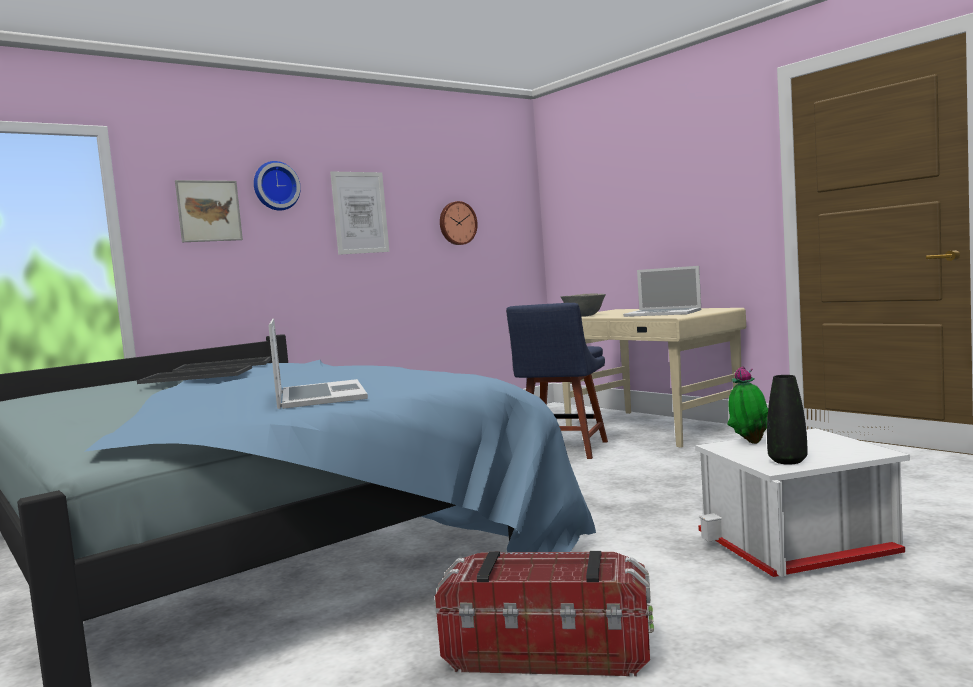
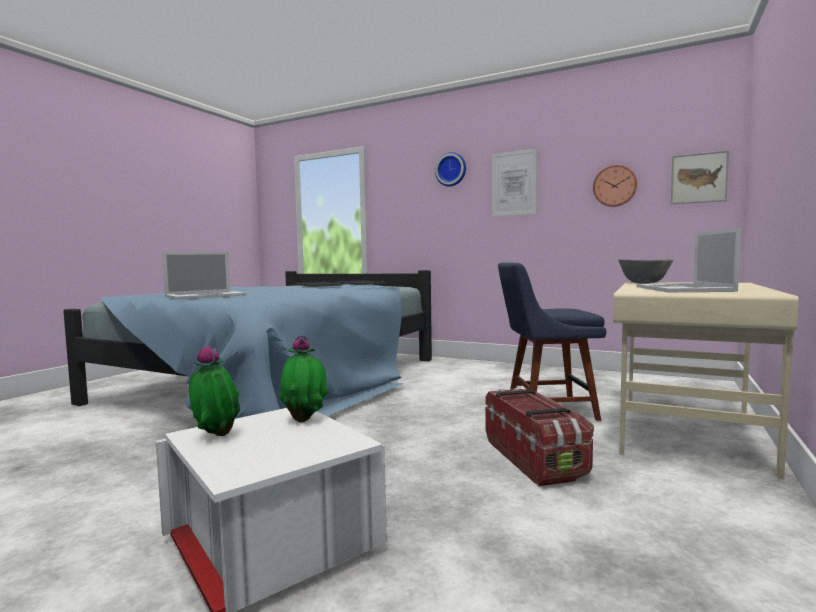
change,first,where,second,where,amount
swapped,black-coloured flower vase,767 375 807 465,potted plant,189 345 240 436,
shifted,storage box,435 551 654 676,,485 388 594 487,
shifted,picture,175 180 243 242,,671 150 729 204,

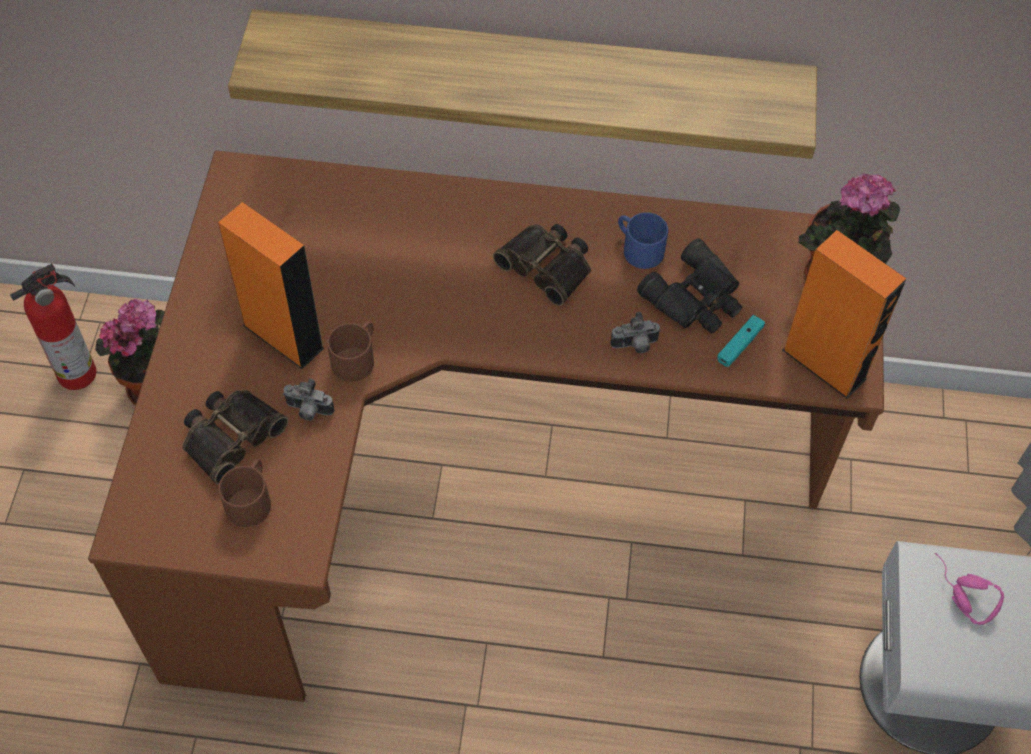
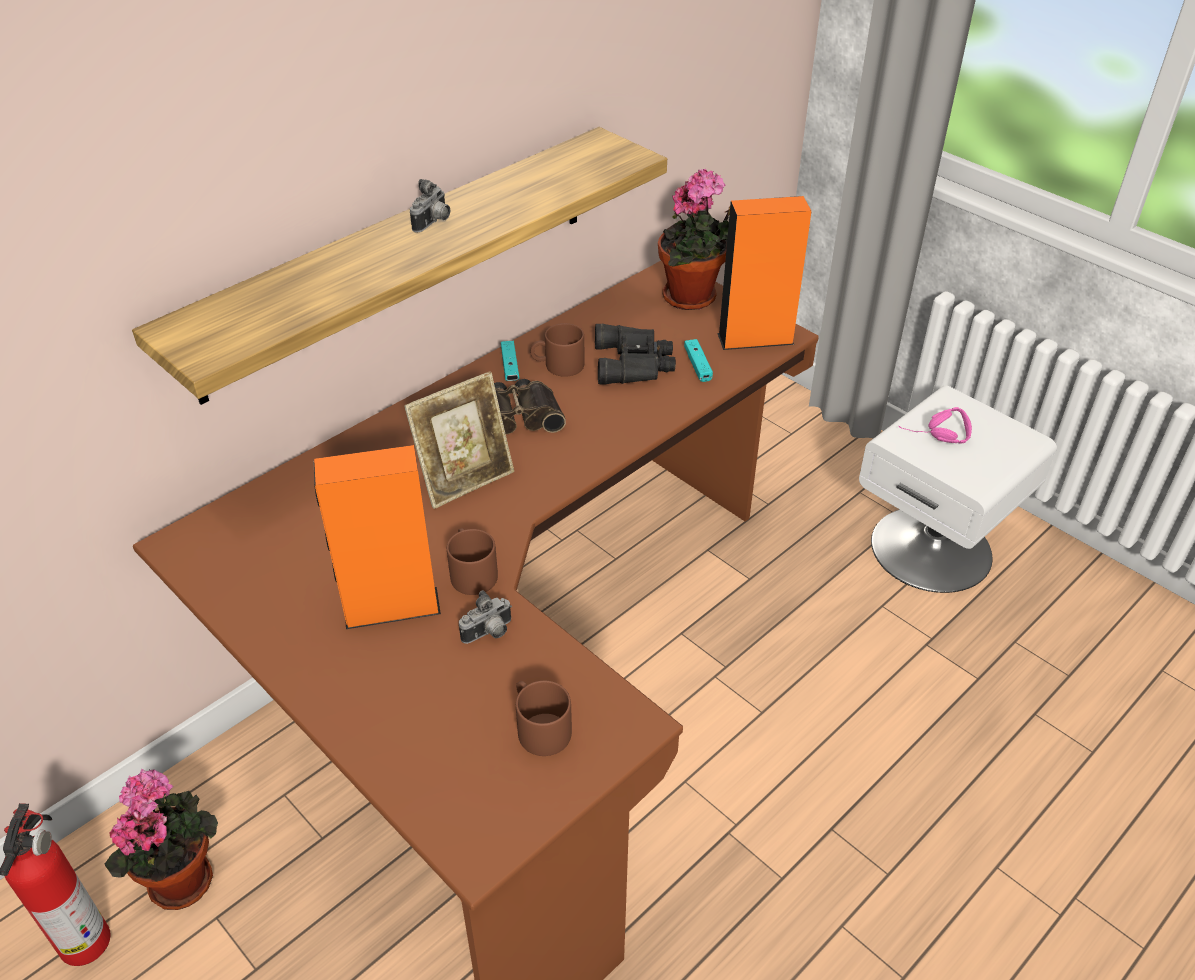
change,first,where,second,where,amount
new,,,standing frame,404 371 514 509,
shifted,still camera,610 312 661 353,,410 179 450 232,
new,,,turquoise joypad,501 341 519 381,
repainted,blue tea mug,618 212 668 269,brown tea mug,530 323 585 377,
gone,pair of binoculars,182 390 288 485,,,

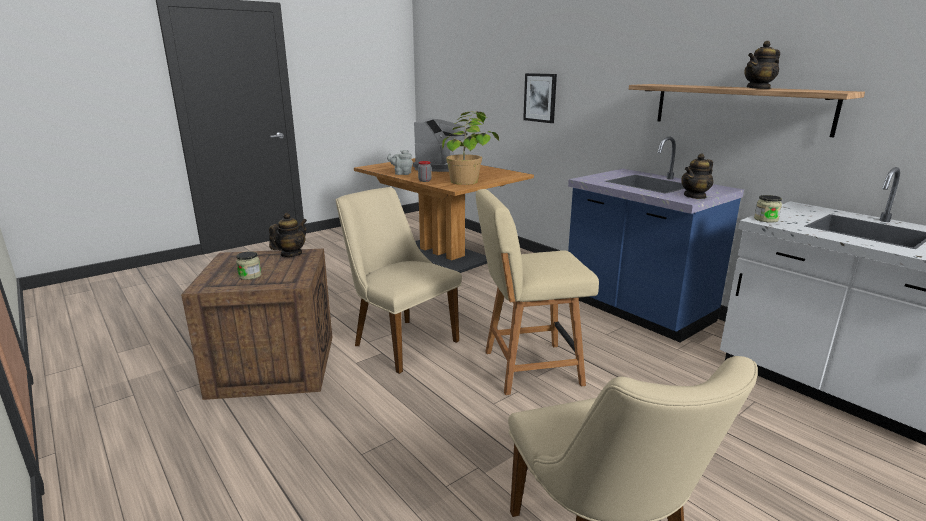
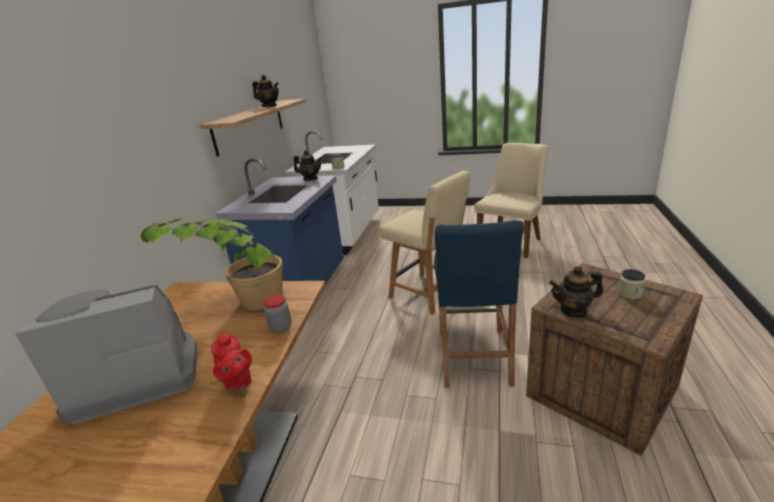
change,first,where,second,where,amount
repainted,grey teapot,387 150 413 175,reddish teapot,211 332 252 391,
swapped,sand-coloured upright chair,336 187 462 374,blue stool,434 220 524 388,
gone,picture,523 73 557 123,,,

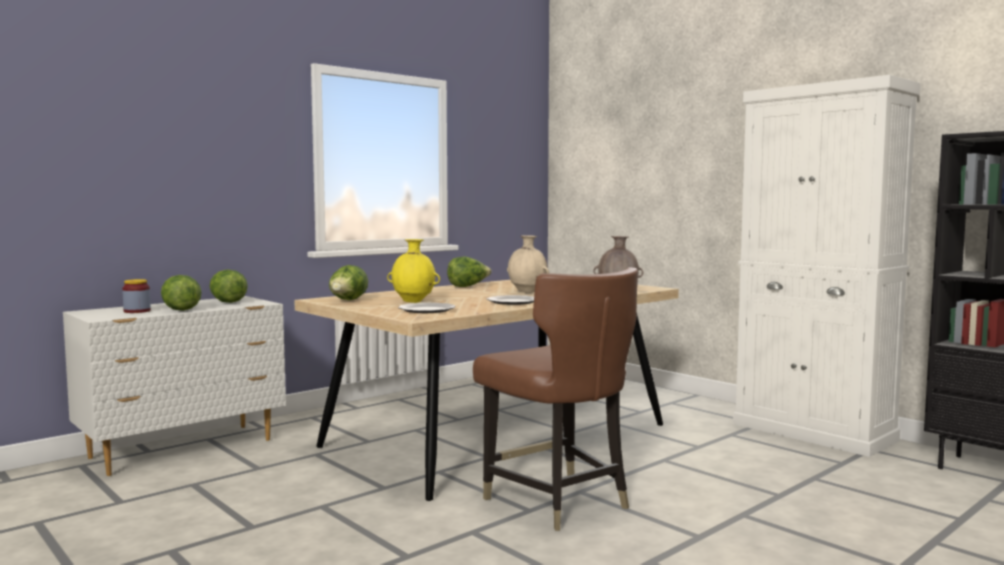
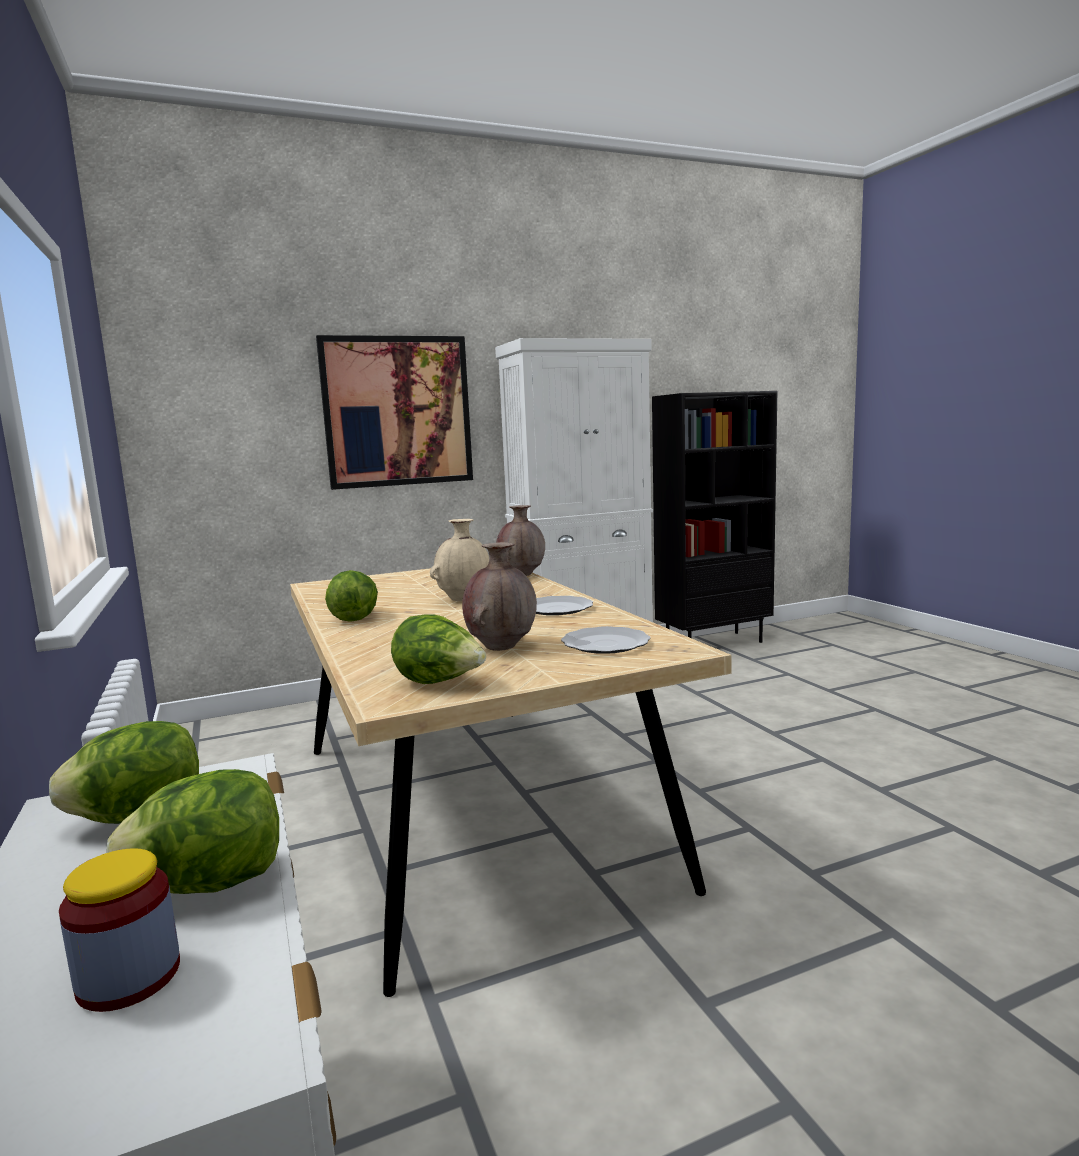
change,first,where,second,where,amount
new,,,picture,316 335 473 490,
repainted,yellow flower vase,387 239 440 303,brown flower vase,462 542 537 651,
gone,brown upright chair,473 267 638 531,,,

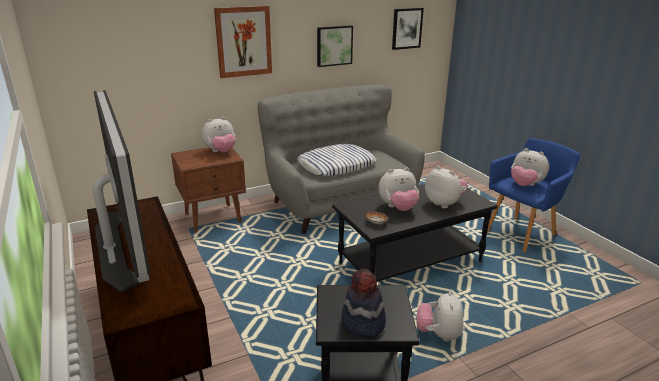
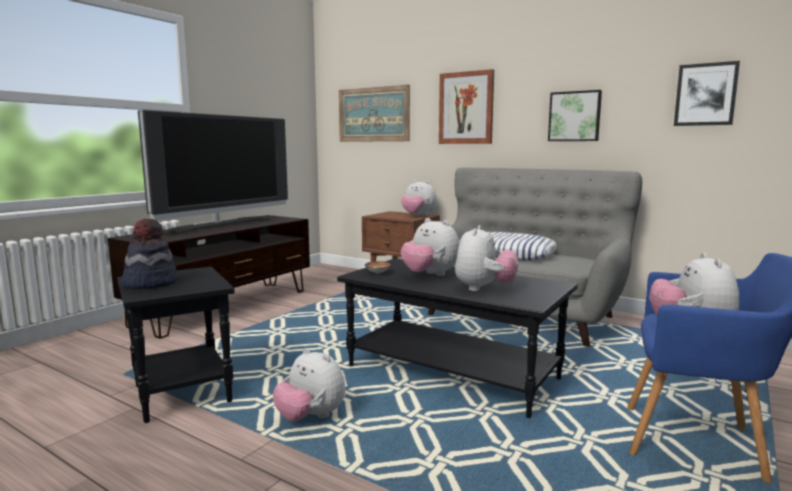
change,first,where,second,where,amount
rotated,cuddly toy,416 291 464 341,,273 348 345 422,120 degrees counterclockwise
new,,,picture,339 85 410 142,

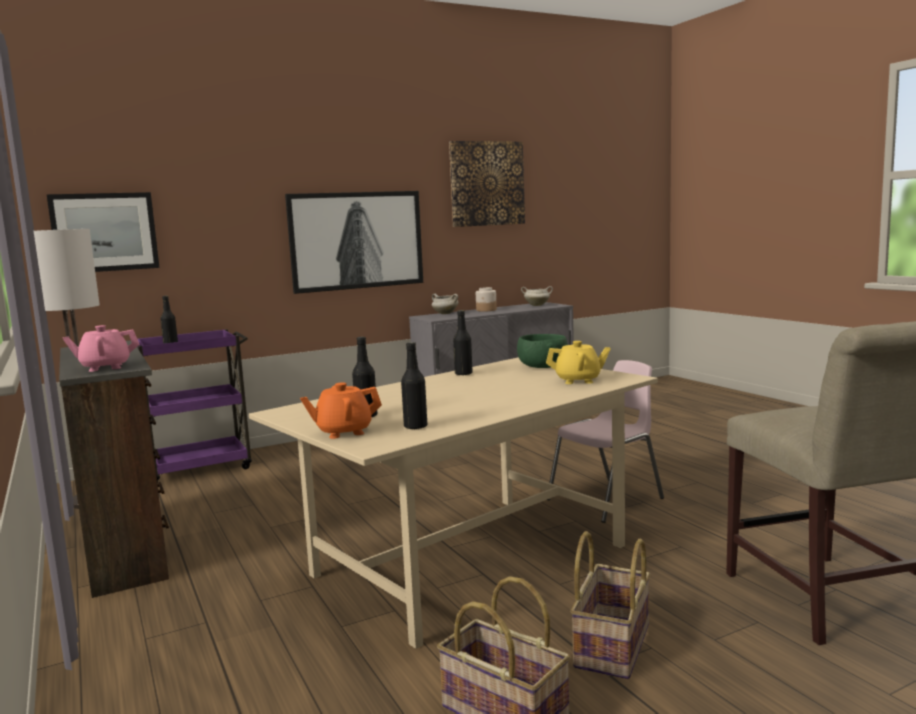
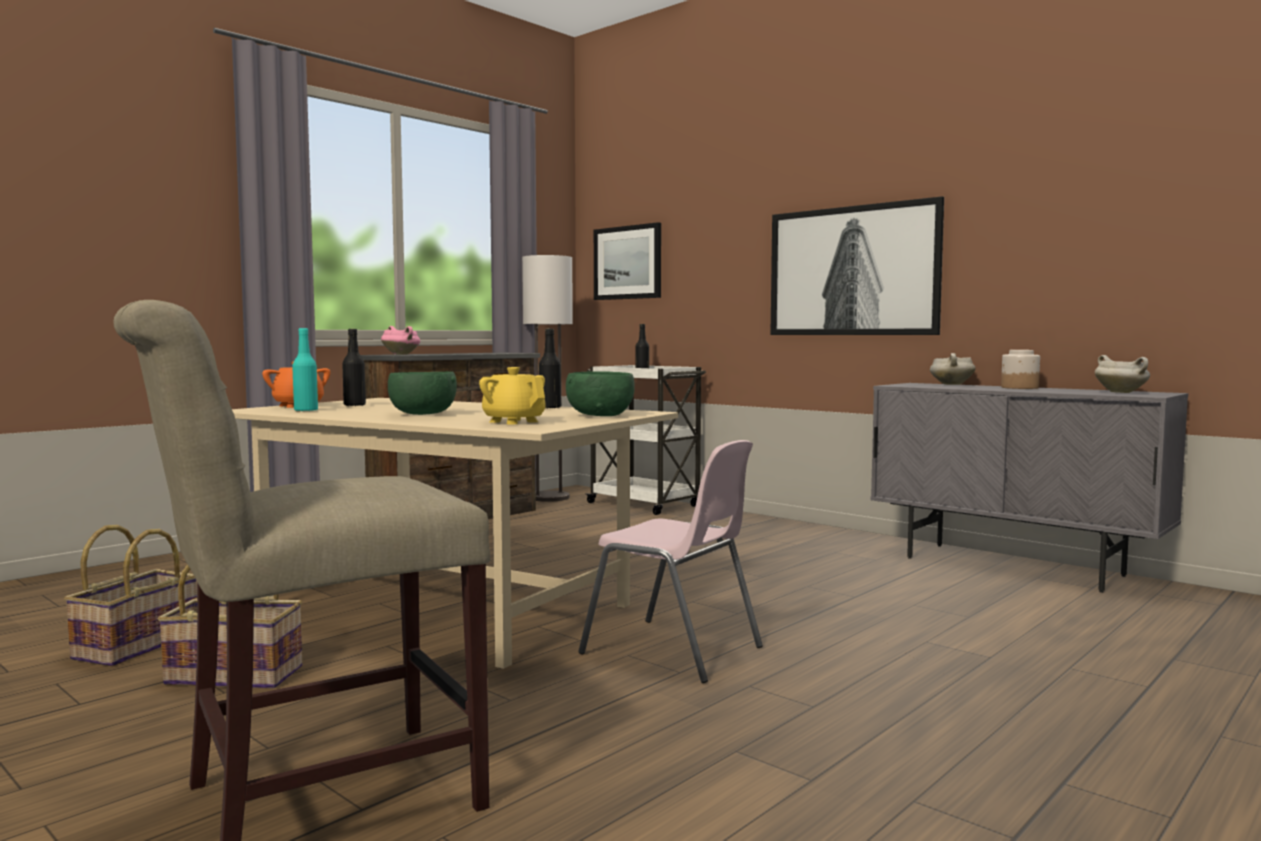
change,first,where,second,where,amount
repainted,black-coloured drink bottle,401 342 427 429,turquoise drink bottle,292 328 318 411,
swapped,pink-coloured teapot,63 325 139 372,pink-coloured cooking pot,381 326 420 355,
new,,,green-coloured bowl,388 372 457 415,
rotated,yellow teapot,546 341 611 384,,479 367 546 424,150 degrees clockwise
repainted,purple wheeled cart,137 329 252 484,whitish wheeled cart,586 365 706 515,
gone,picture,449 141 525 227,,,

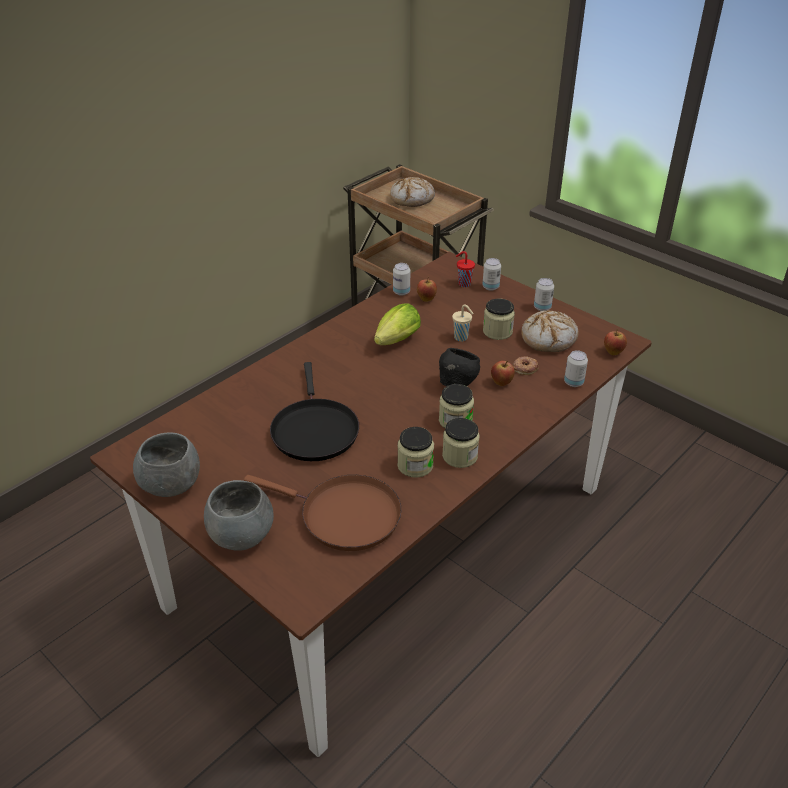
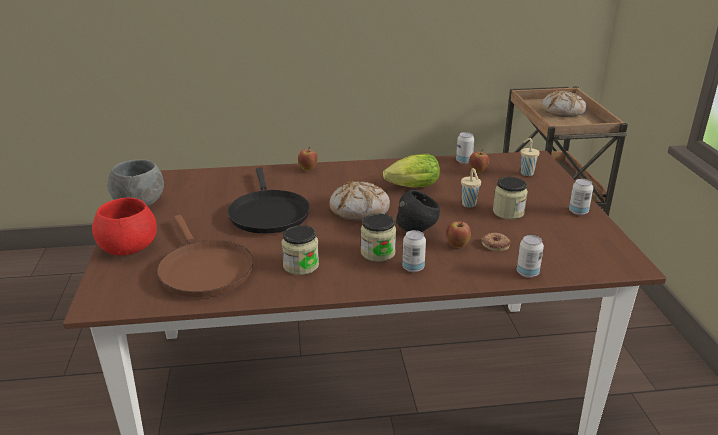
change,first,where,second,where,amount
repainted,grey bowl,204 480 274 551,reddish bowl,92 198 157 255,
rotated,black-coloured frying pan,270 362 359 461,,228 168 310 234,45 degrees counterclockwise
shifted,whole apple,604 329 627 355,,298 147 318 171,
shifted,bakery bread,521 310 578 352,,329 181 390 221,
shifted,sealed can,482 258 501 291,,402 230 426 272,
repainted,reddish small cup,456 251 475 287,sand-coloured small cup,521 138 540 176,
gone,jar,442 418 480 468,,,

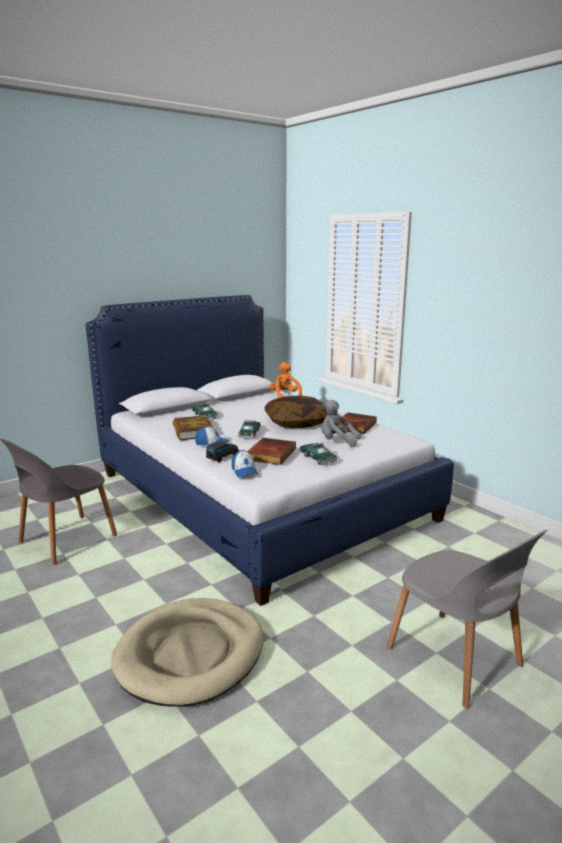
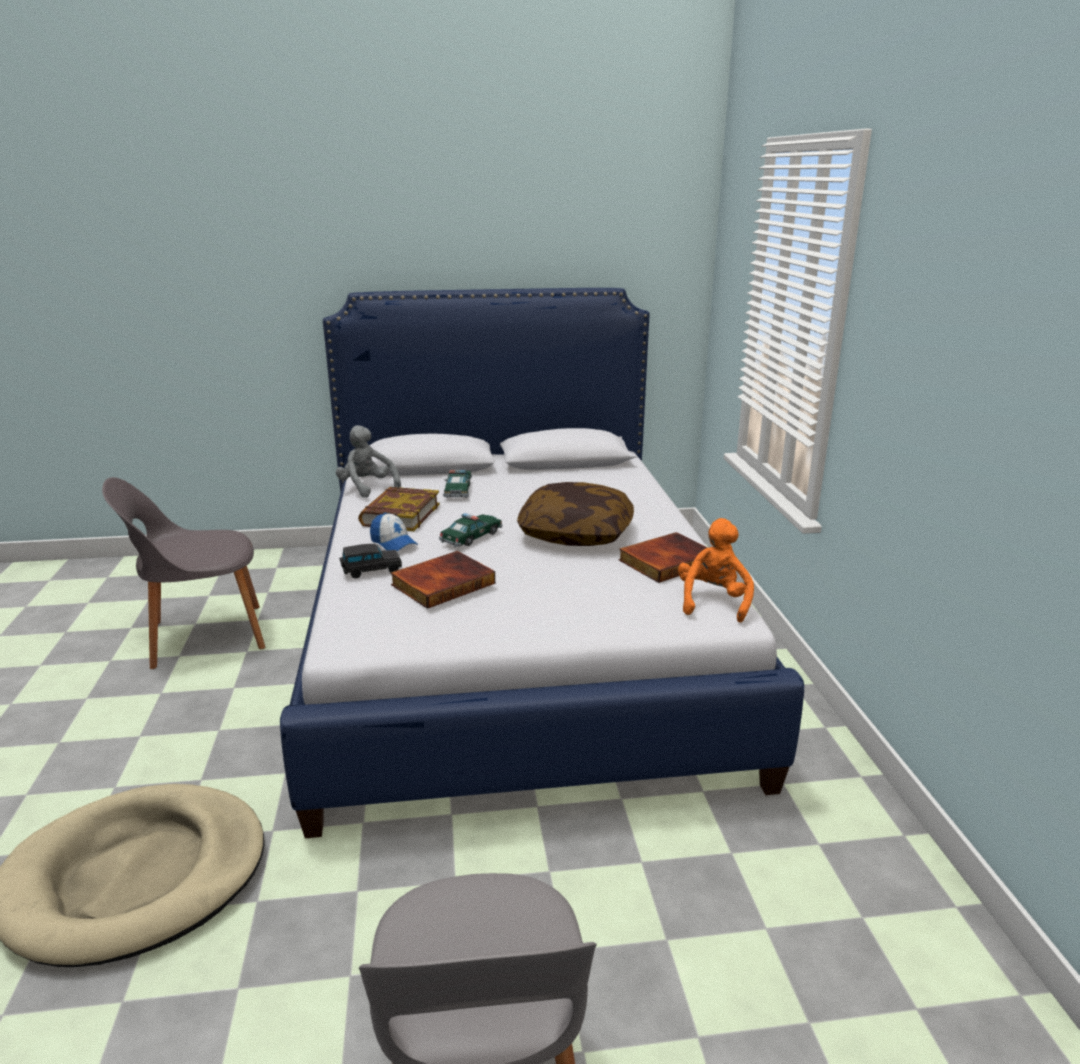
change,first,where,second,where,amount
shifted,grey cuddly toy,321 400 361 447,,336 425 401 498,
shifted,orange-coloured cuddly toy,270 362 302 398,,678 518 754 623,
gone,peaked cap,232 450 258 478,,,
gone,model car,299 443 337 465,,,

